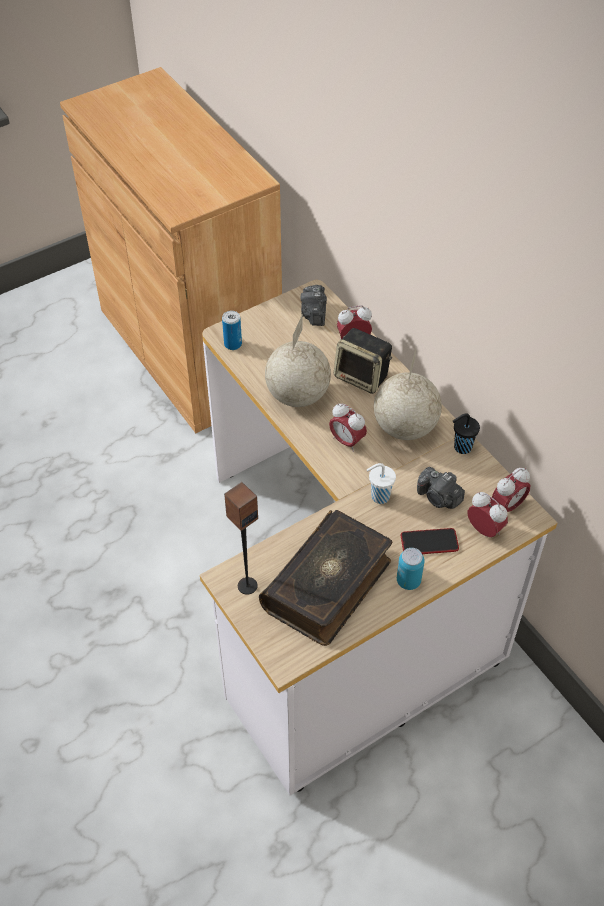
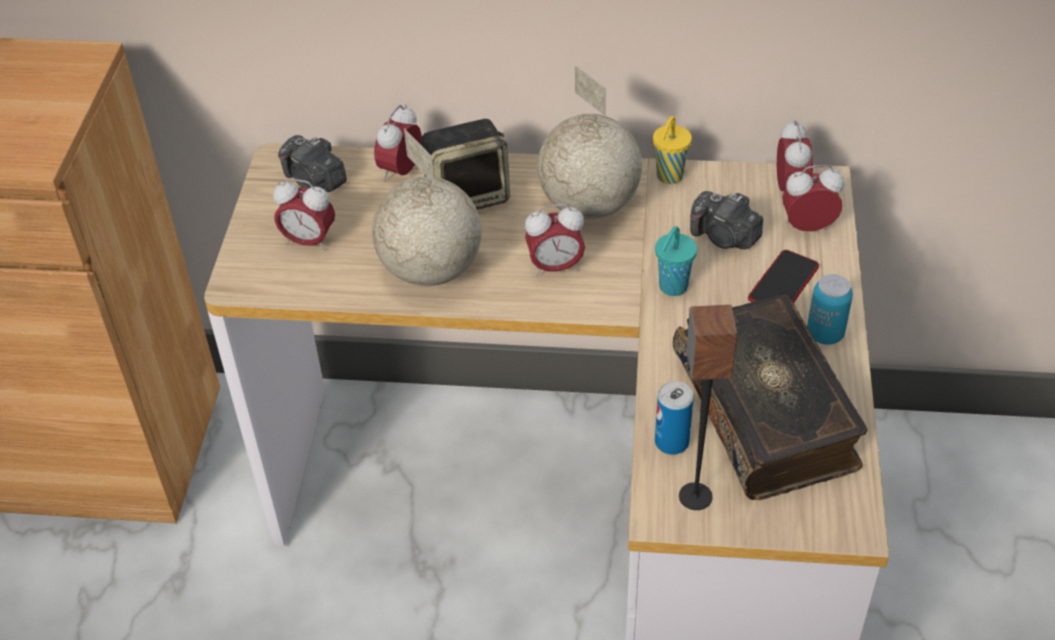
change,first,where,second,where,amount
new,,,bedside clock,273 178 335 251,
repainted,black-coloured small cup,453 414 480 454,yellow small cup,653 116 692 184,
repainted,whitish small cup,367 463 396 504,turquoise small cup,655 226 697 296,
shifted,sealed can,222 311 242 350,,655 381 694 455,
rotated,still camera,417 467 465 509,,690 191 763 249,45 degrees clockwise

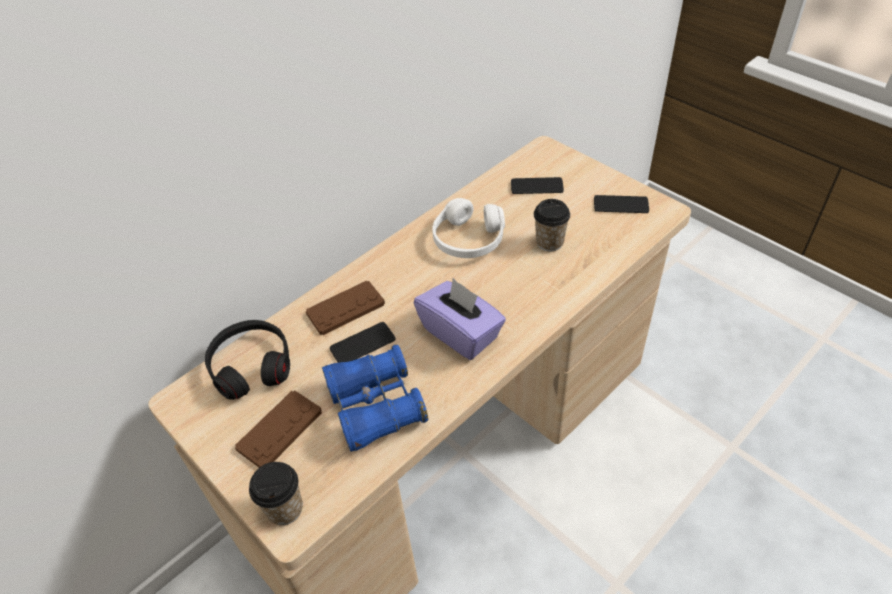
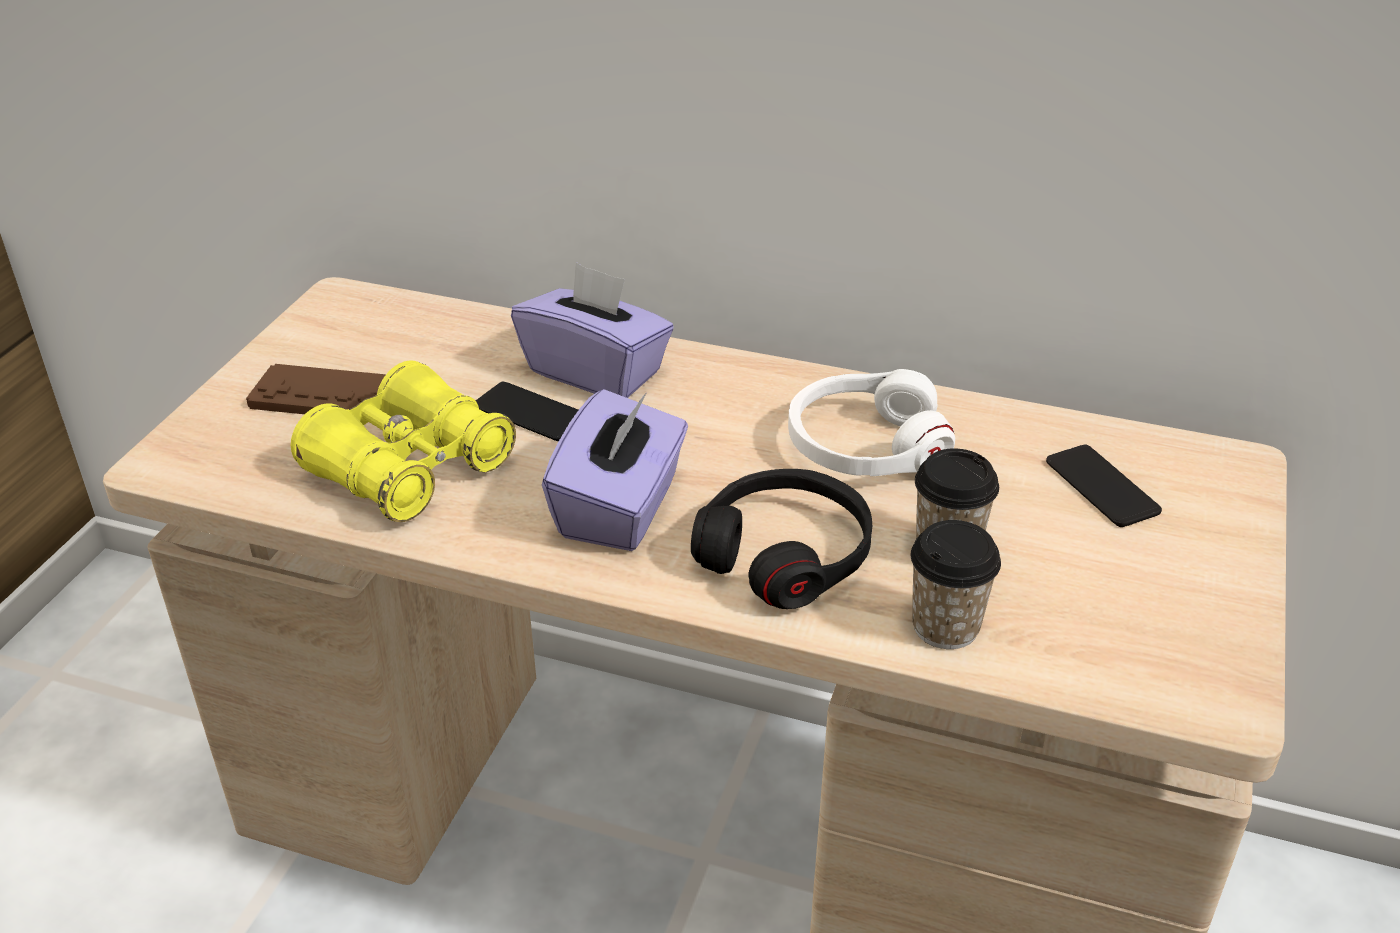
change,first,where,second,where,amount
repainted,blue pair of binoculars,322 345 428 452,yellow pair of binoculars,291 360 516 522,
swapped,brown joypad,306 281 385 335,purple tissue holder,511 262 674 398,
shifted,black-coloured pair of headphones,205 320 290 400,,691 469 872 609,
shifted,small cup,249 462 303 525,,910 520 1001 649,
gone,phone,594 195 649 213,,,

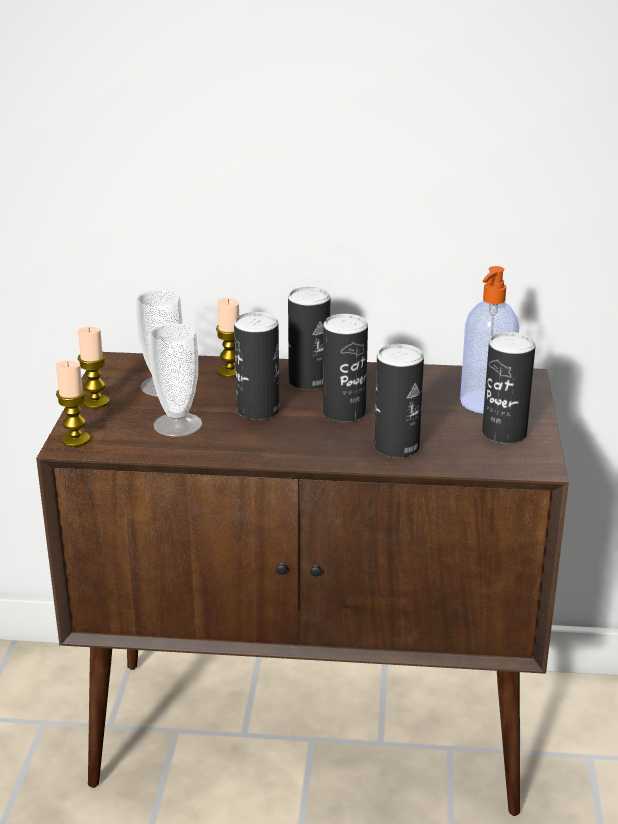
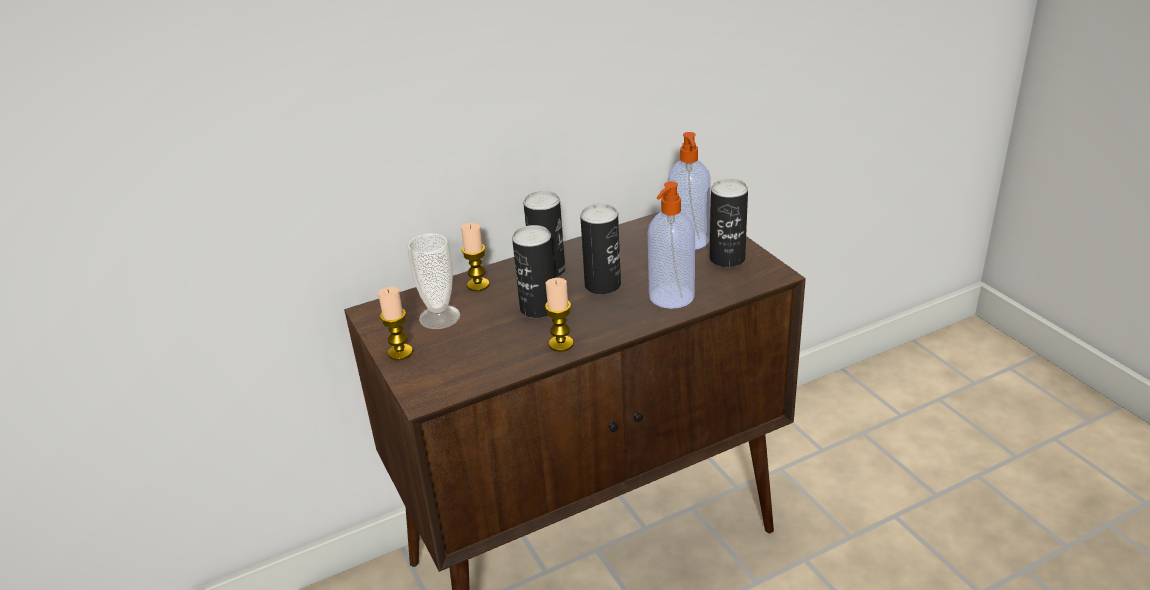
change,first,where,second,where,amount
shifted,wax light,56 361 90 447,,545 278 574 352,
swapped,sealed can,374 344 424 458,soap bottle,648 181 695 309,
gone,small cup,149 323 202 437,,,

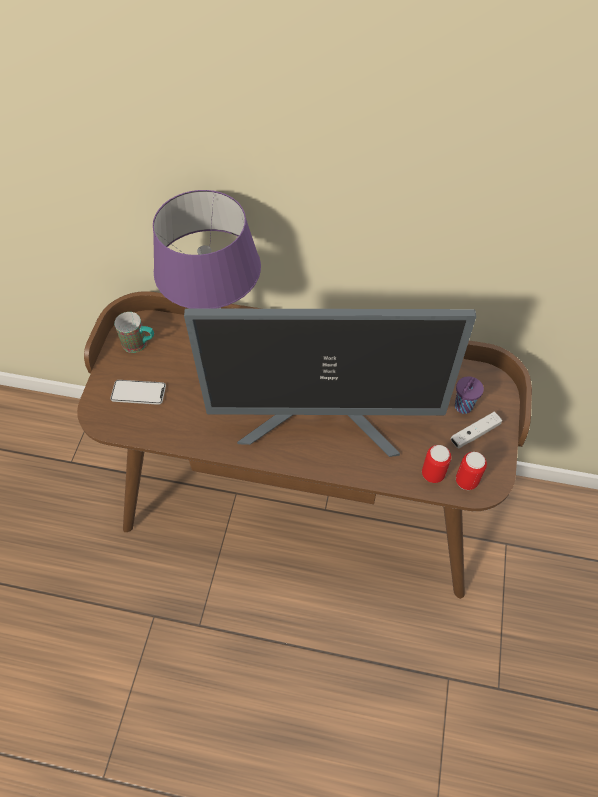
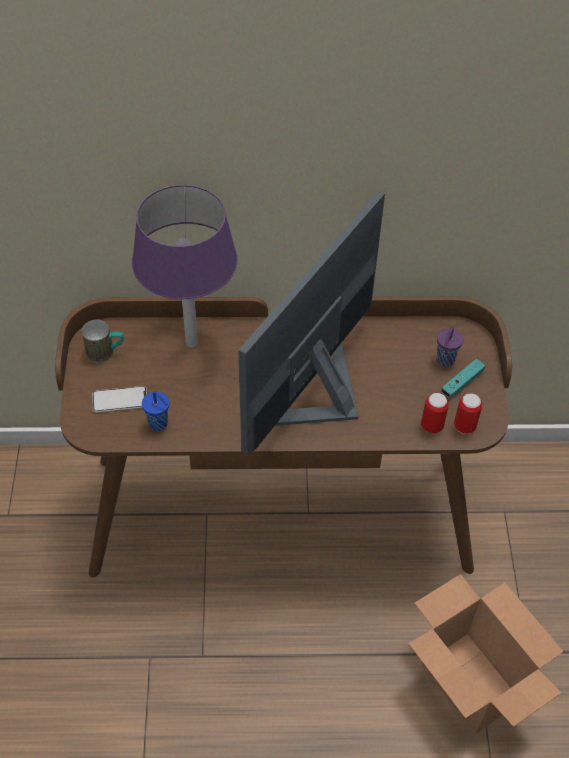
change,first,where,second,where,amount
new,,,blue small cup,142 391 170 431,
rotated,computer display,184 308 476 457,,238 191 385 455,135 degrees clockwise
new,,,carton,408 574 564 734,
repainted,whitish joypad,450 412 502 449,turquoise joypad,441 359 485 398,

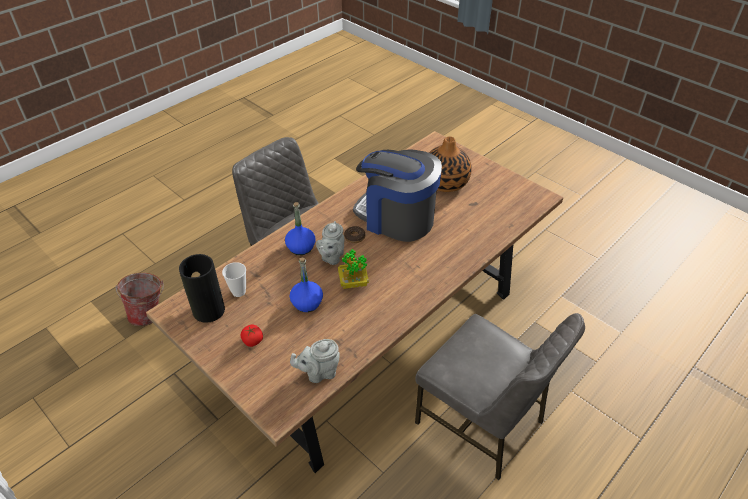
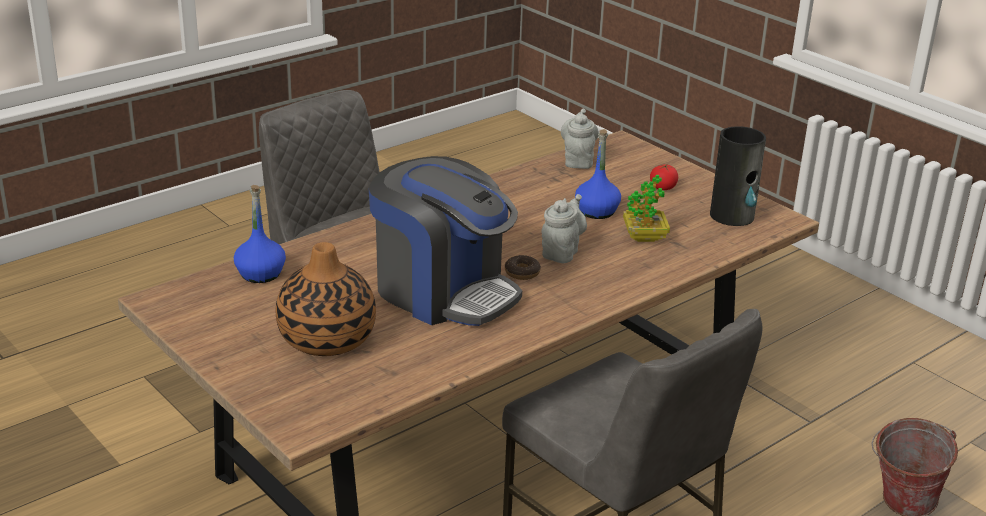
change,first,where,second,where,amount
shifted,blue drink bottle,285 202 315 255,,234 185 286 283,
rotated,grey teapot,290 339 340 383,,561 109 599 169,75 degrees counterclockwise
shifted,potted plant,338 249 369 289,,623 175 670 242,
gone,small cup,222 262 246 297,,,

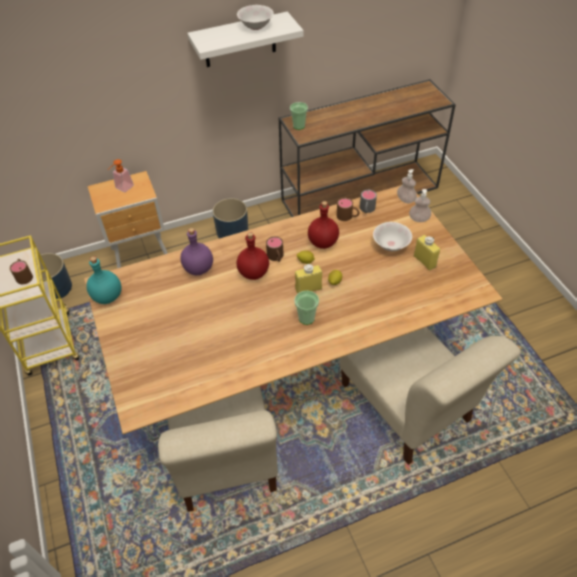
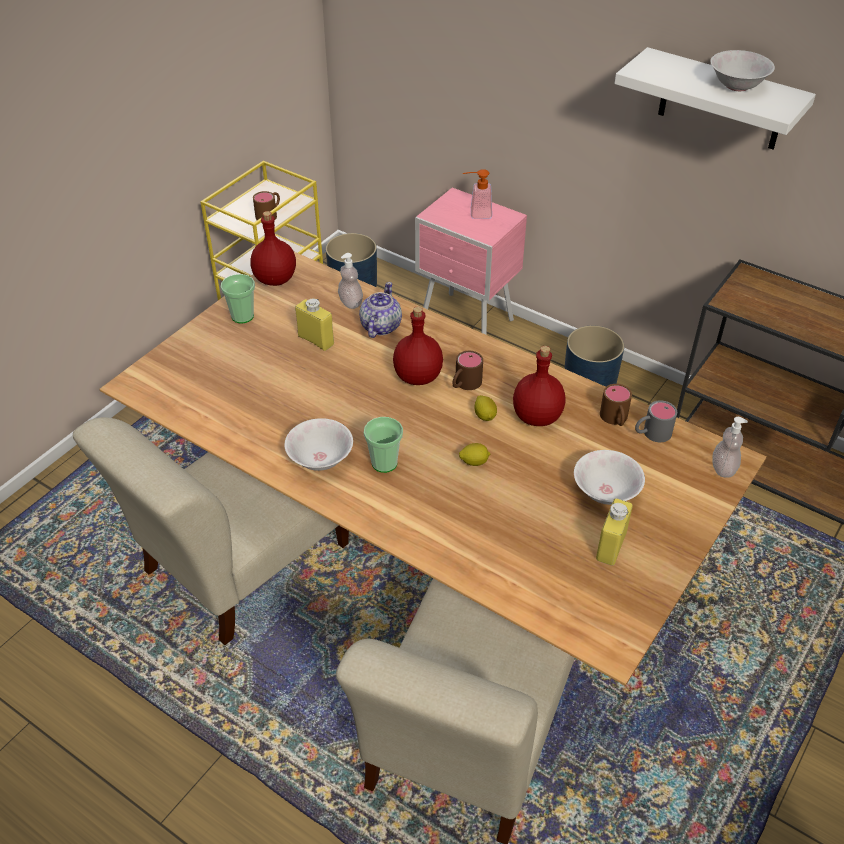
change,first,where,second,where,amount
shifted,small cup,290 102 308 130,,221 274 255 323,
repainted,turquoise drink bottle,86 256 122 304,reddish drink bottle,250 211 296 286,
new,,,whitish bowl,284 418 353 471,
shifted,yellow drink bottle,295 264 322 294,,295 299 334 351,
shifted,soap bottle,409 189 431 222,,338 253 363 309,
swapped,purple drink bottle,180 228 213 275,teapot,359 282 402 338,
repainted,brown bedside table,88 171 168 268,pink-coloured bedside table,415 188 527 335,

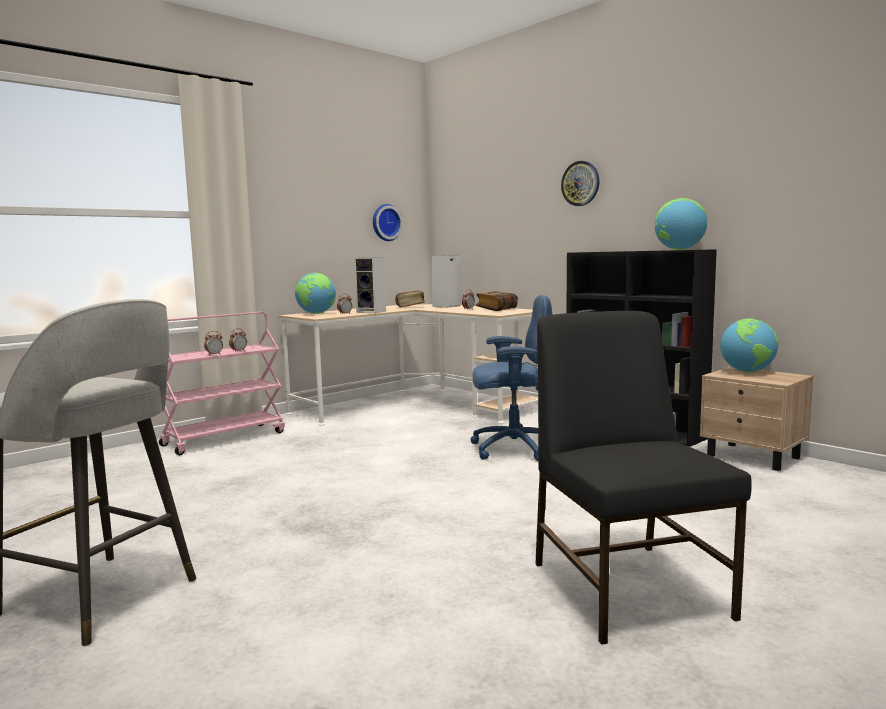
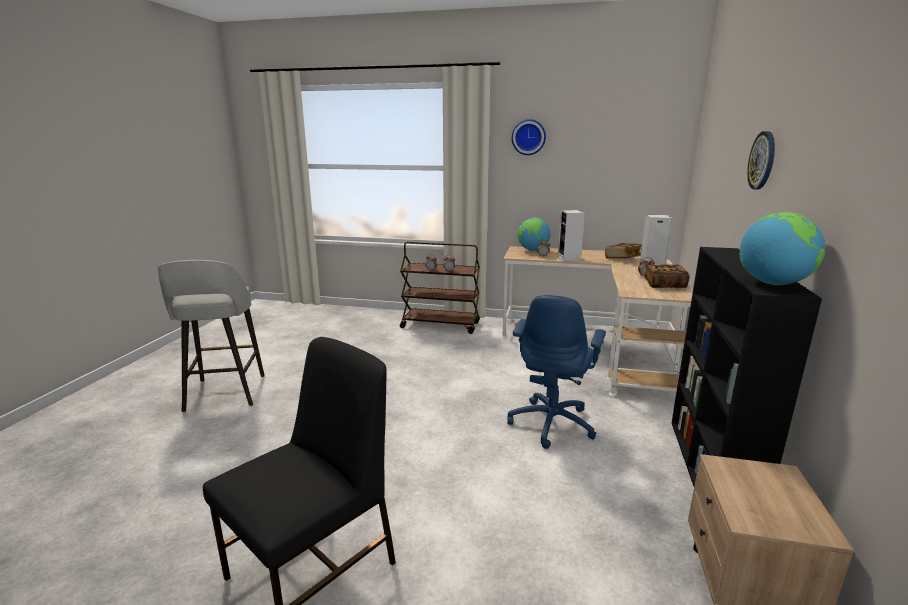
change,first,where,second,where,amount
repainted,pink-coloured wheeled cart,159 312 285 455,brown wheeled cart,400 242 480 334,
rotated,blue computer chair,470 295 552 461,,507 295 606 449,60 degrees clockwise
shifted,clock on the wall,373 204 403 241,,512 119 546 155,
gone,world globe,720 319 779 372,,,

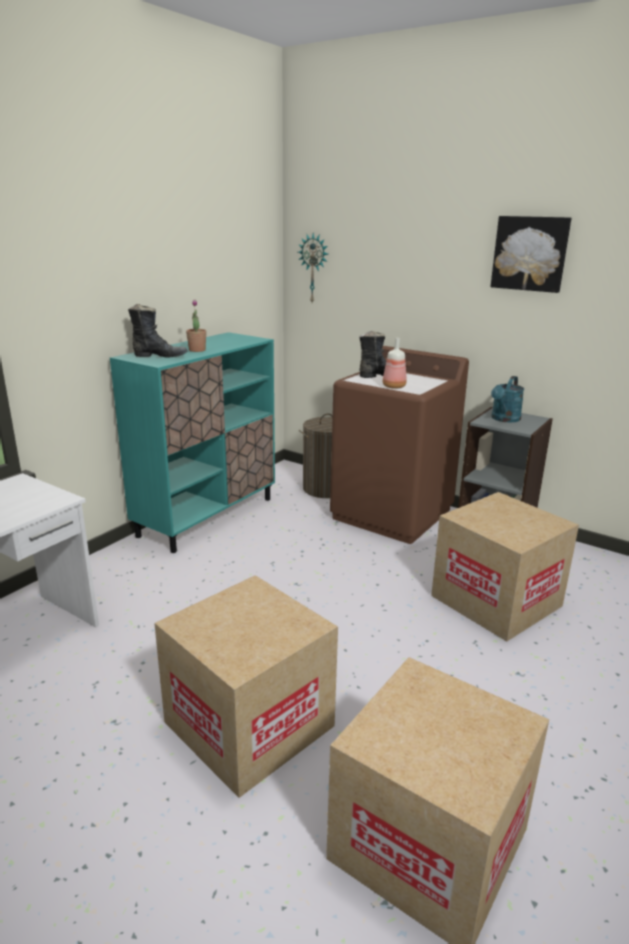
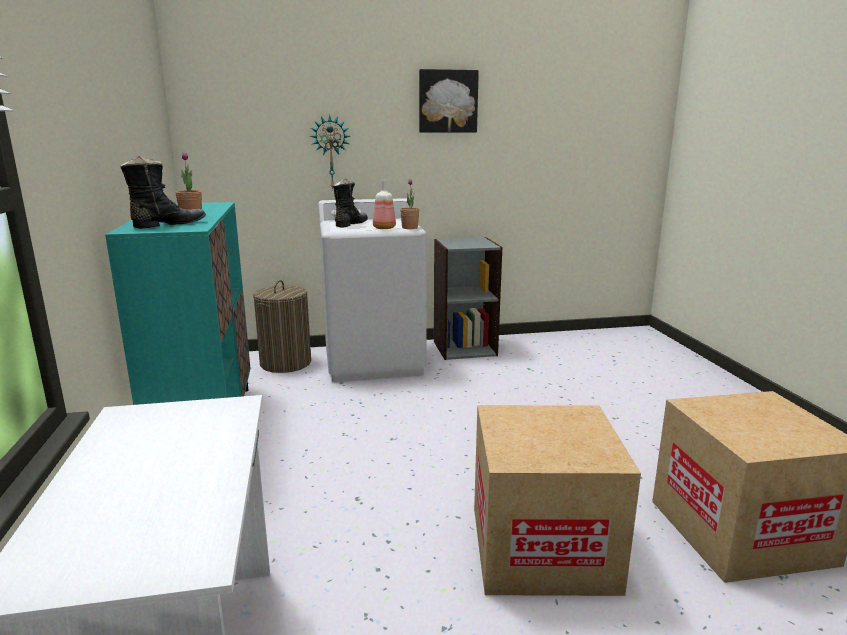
change,first,where,second,where,amount
shifted,clock on the wall,298 233 328 303,,310 115 350 189,
repainted,brown washing machine,330 346 469 544,whitish washing machine,318 198 427 382,
new,,,potted plant,400 179 419 229,
gone,carton,431 492 579 641,,,
gone,turquoise sprinkling can,491 376 524 422,,,

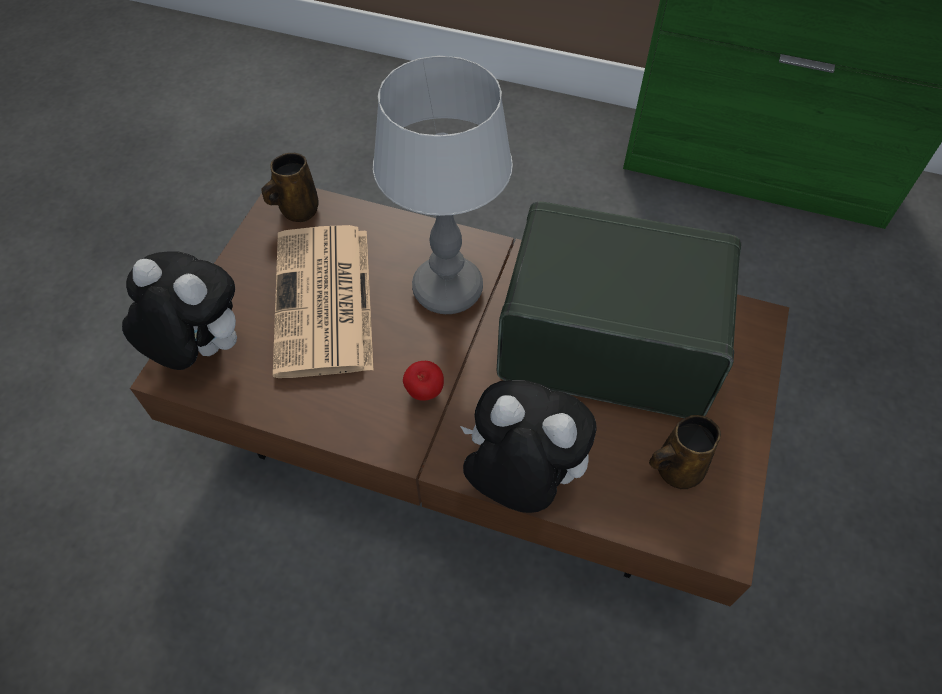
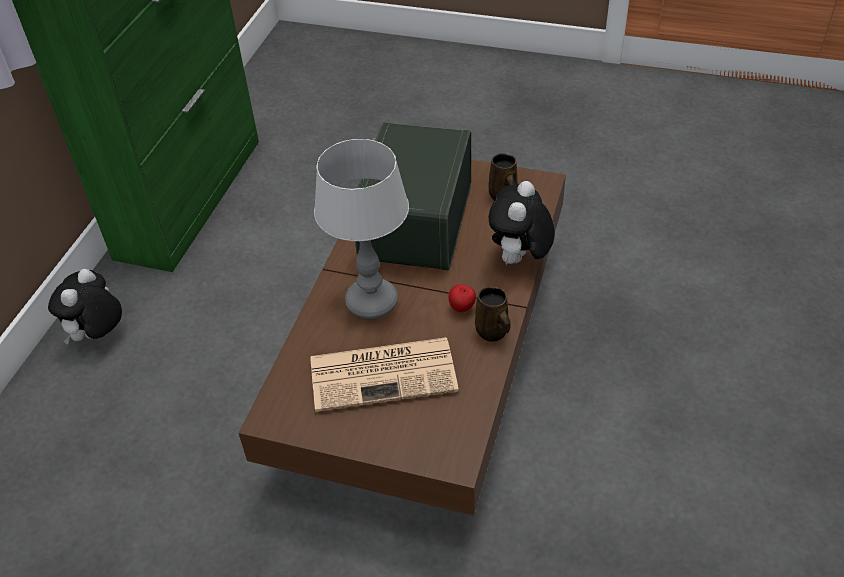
change,first,where,second,where,amount
shifted,cuddly toy,122 252 237 370,,48 269 122 345,
shifted,brown tea mug,261 153 319 222,,475 286 510 342,

